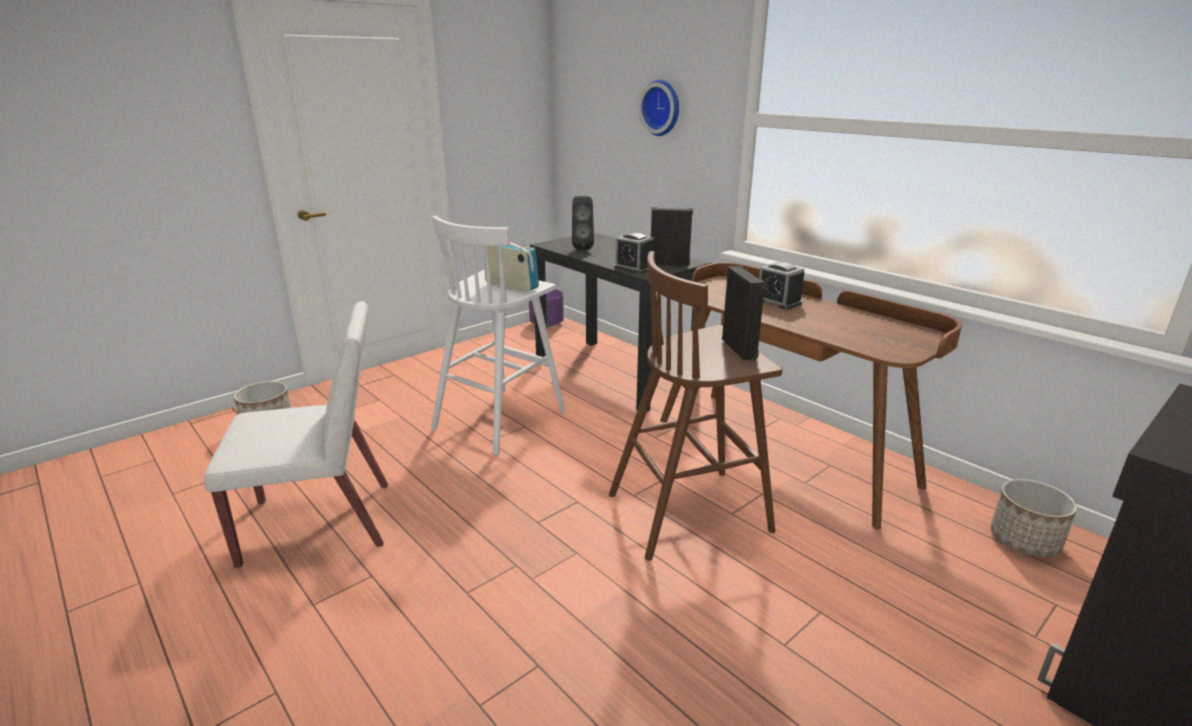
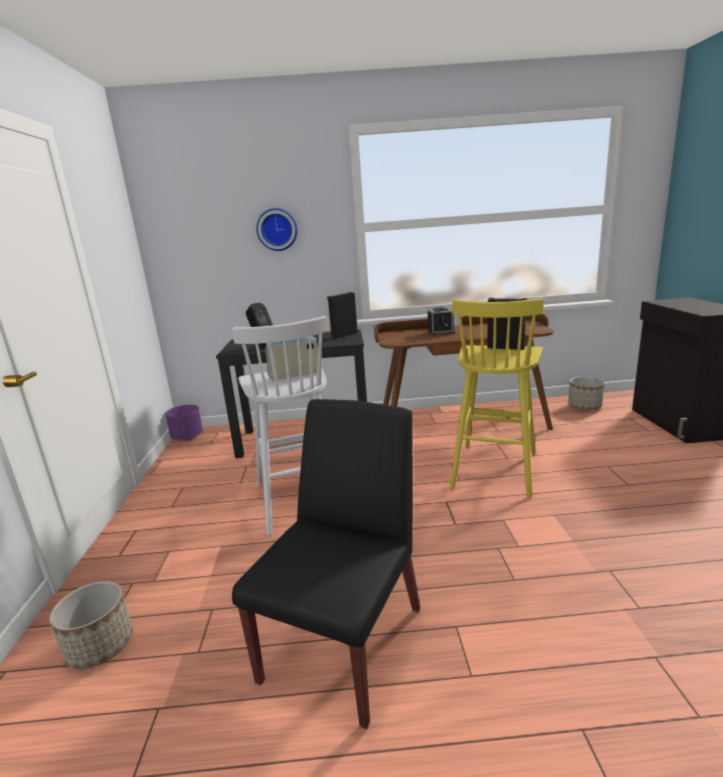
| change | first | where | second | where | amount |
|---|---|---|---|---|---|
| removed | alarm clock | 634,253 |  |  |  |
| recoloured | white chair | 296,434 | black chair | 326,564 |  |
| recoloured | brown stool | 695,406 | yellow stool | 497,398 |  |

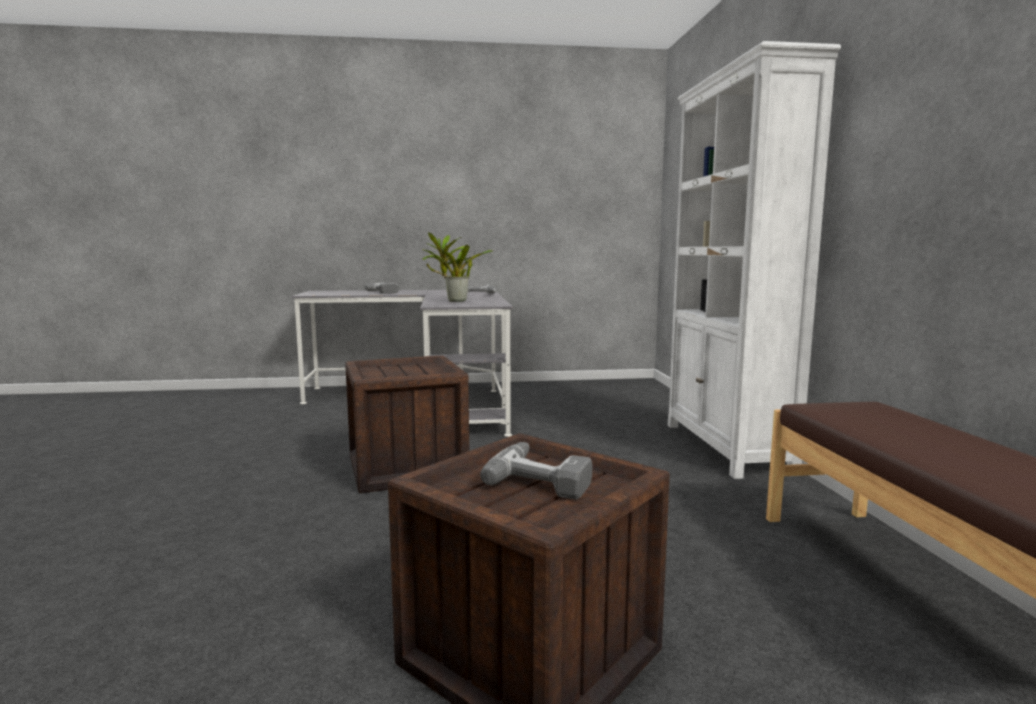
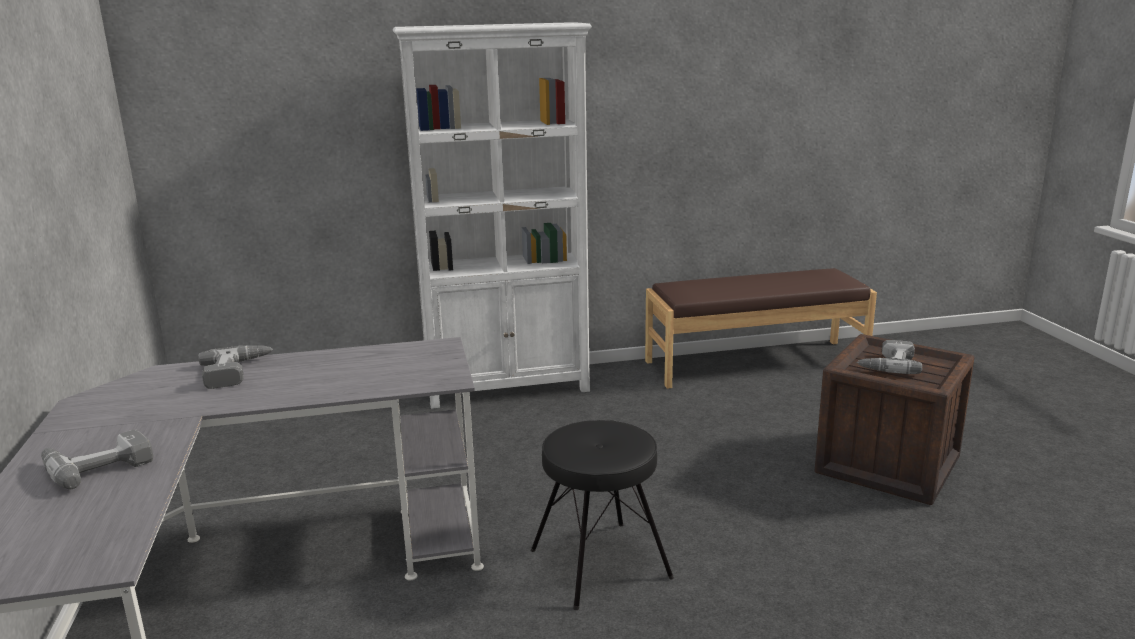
| change | first | where | second | where | amount |
|---|---|---|---|---|---|
| removed | potted plant | 457,267 |  |  |  |
| replaced | crate | 407,424 | black stool | 602,515 |  |

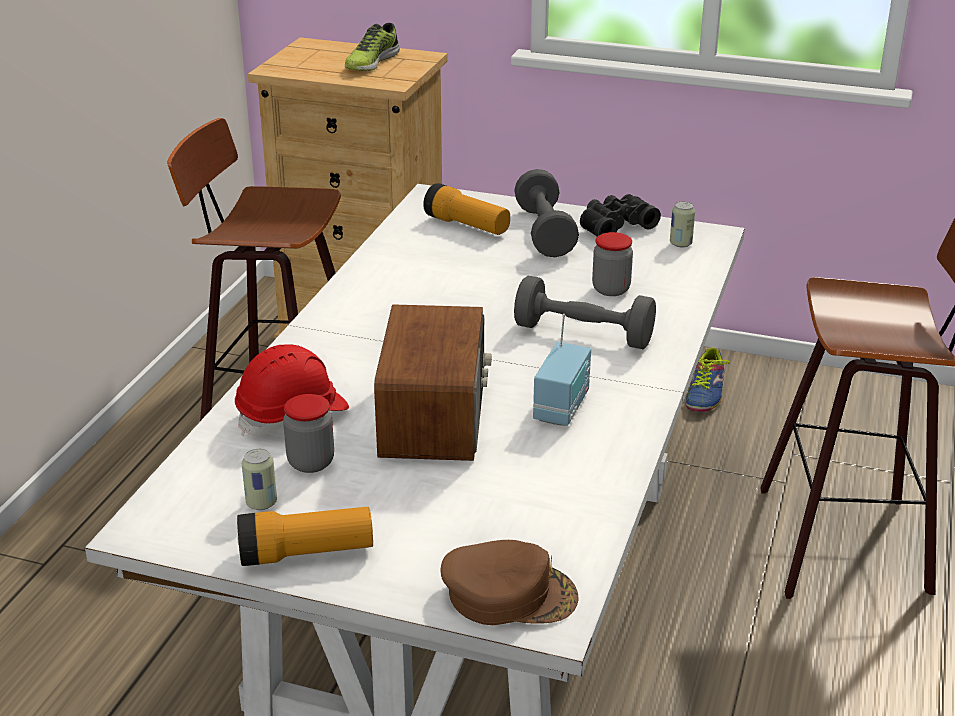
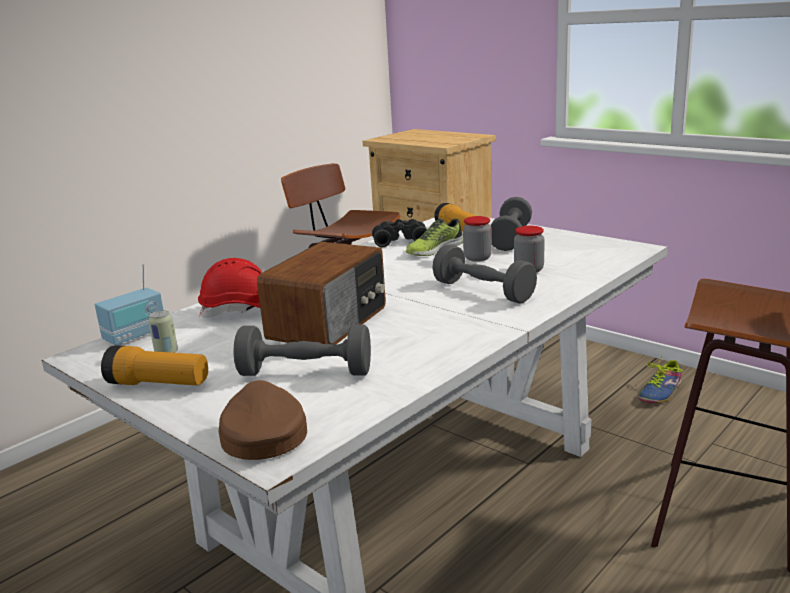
| change | first | where | second | where | amount |
|---|---|---|---|---|---|
| removed | can | 682,224 |  |  |  |
| added |  |  | grey dumbbell | 302,350 |  |
| moved | jar | 308,433 |  | 477,239 |  |
| moved | shoe | 372,47 |  | 434,237 |  |
| moved | radio | 562,370 |  | 129,304 |  |
| moved | black binoculars | 620,215 |  | 399,233 |  |
| turned | brown cap | 509,582 |  | 263,420 | 135 degrees counterclockwise |

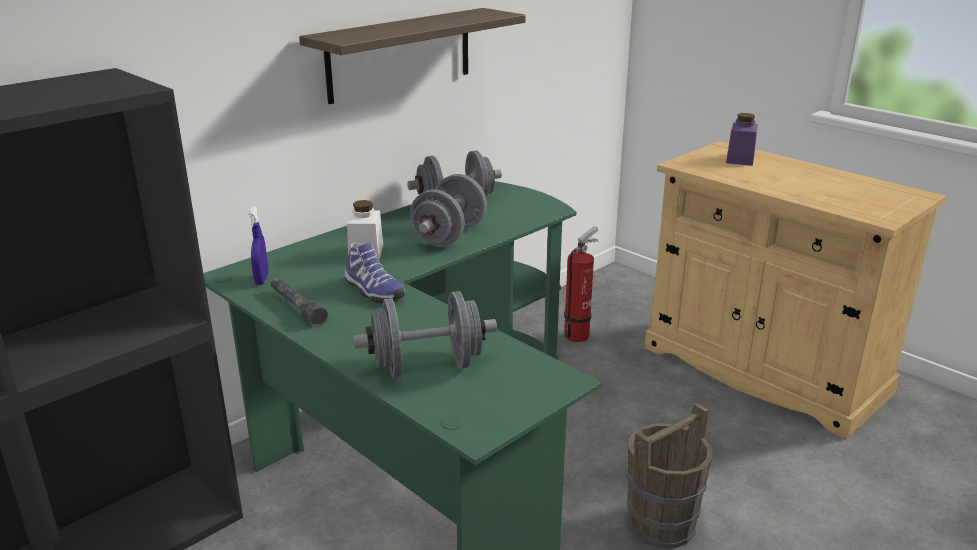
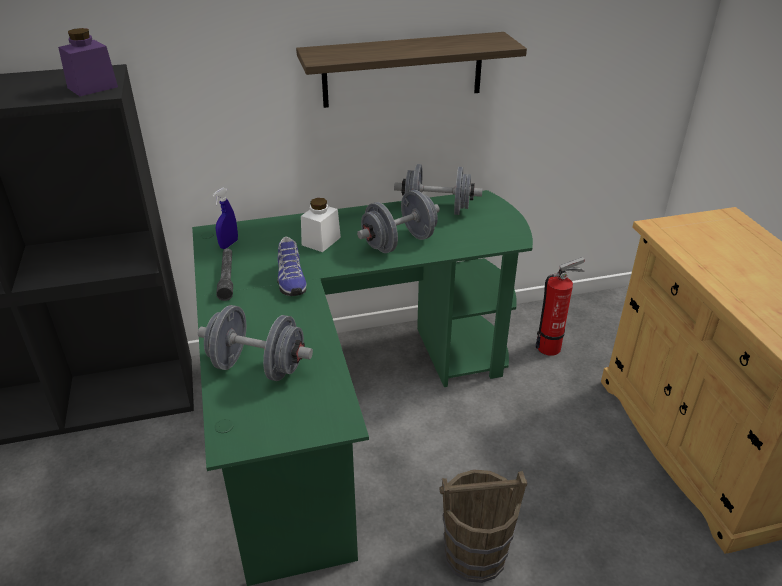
| change | first | where | second | where | amount |
|---|---|---|---|---|---|
| moved | purple jar | 742,139 |  | 88,62 |  |

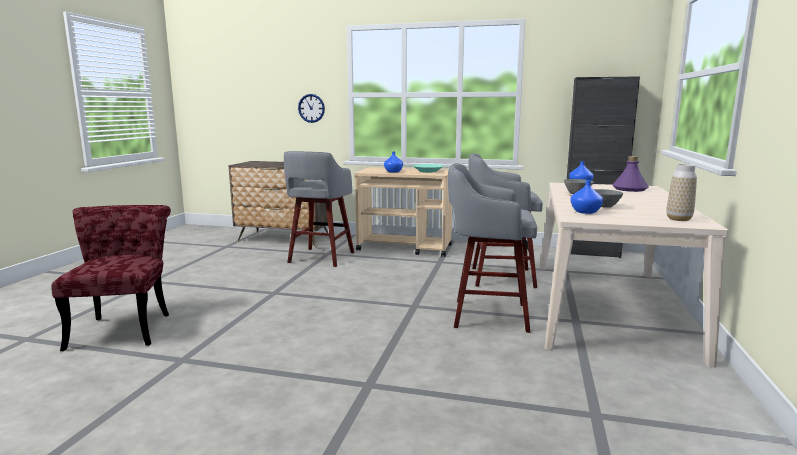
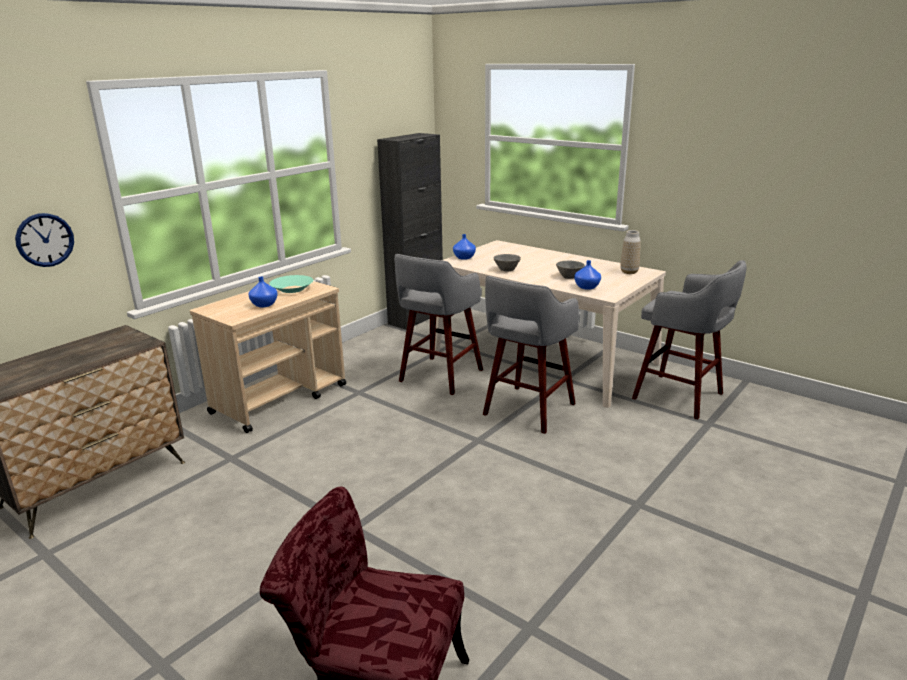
| change | first | where | second | where | amount |
|---|---|---|---|---|---|
| removed | purple bottle | 630,174 |  |  |  |
| moved | grey stool | 319,209 |  | 689,339 |  |

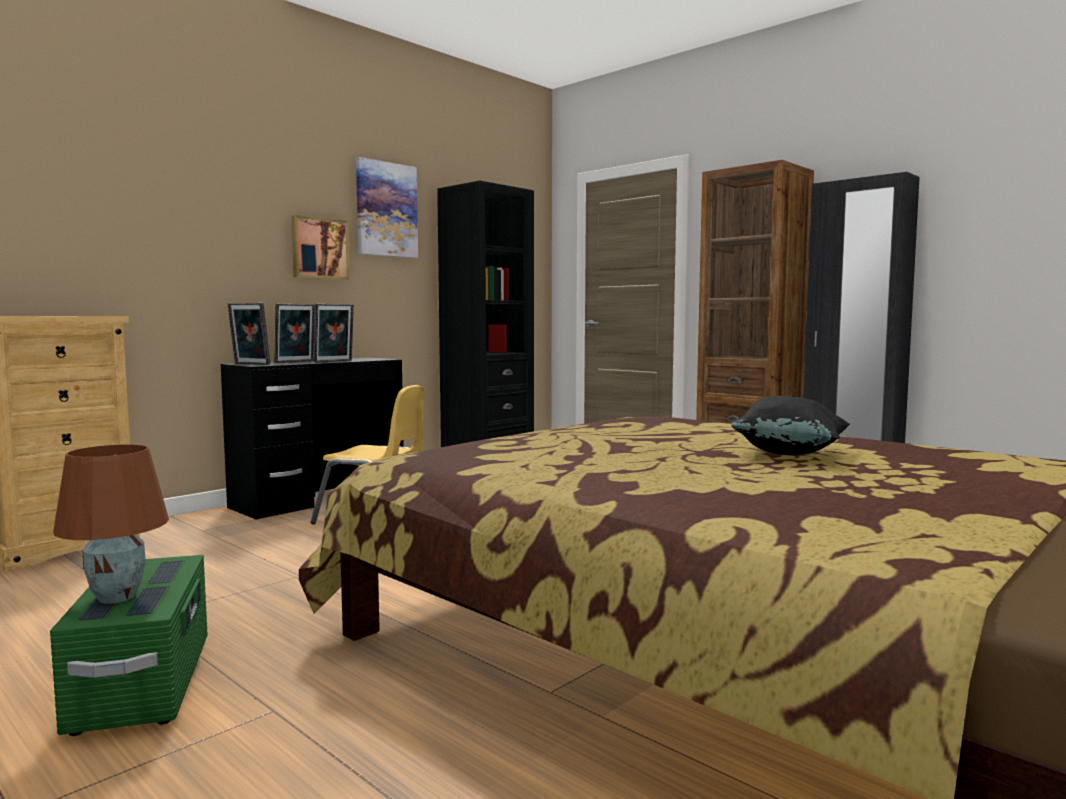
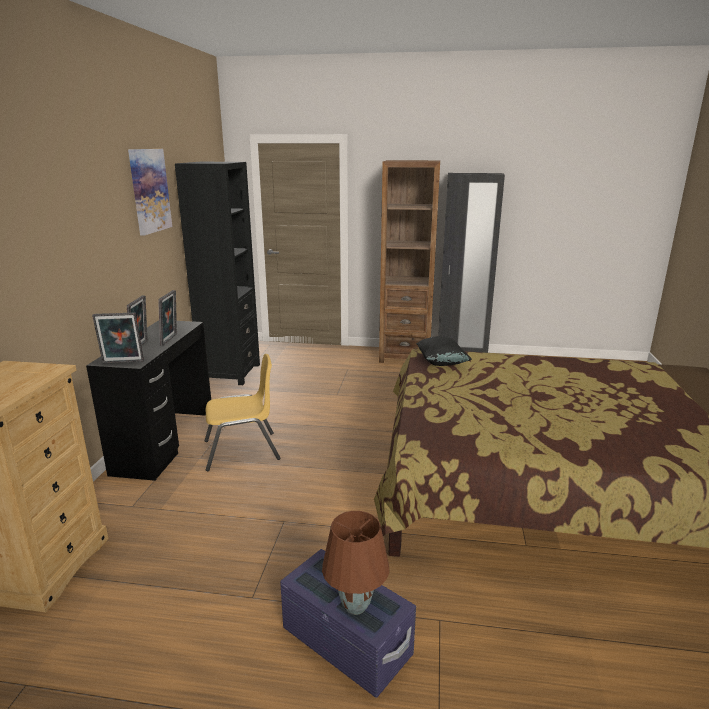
| change | first | where | second | where | amount |
|---|---|---|---|---|---|
| removed | picture | 320,247 |  |  |  |
| moved | black pillow | 790,425 |  | 444,351 |  |
| recoloured | green storage box | 129,645 | purple storage box | 348,623 |  |

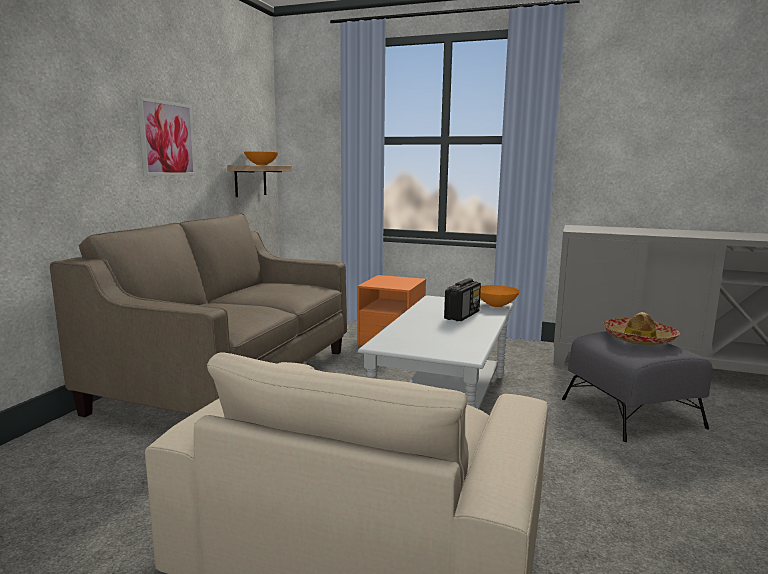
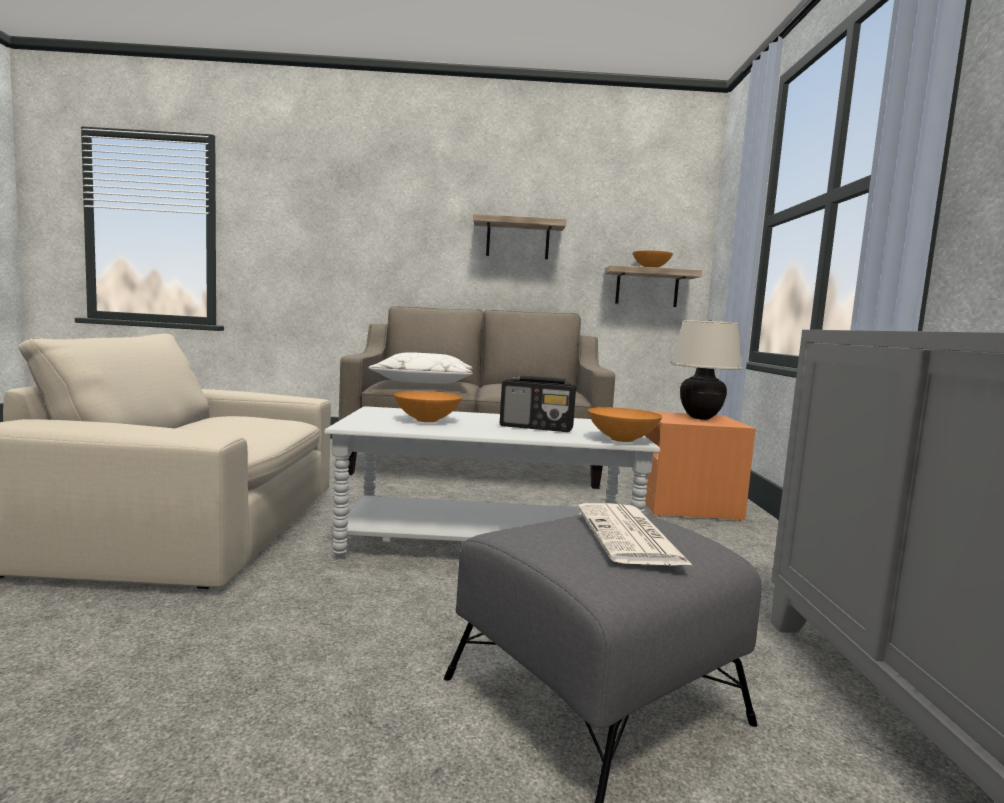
| change | first | where | second | where | amount |
|---|---|---|---|---|---|
| added |  |  | white pillow | 420,368 |  |
| added |  |  | orange bowl | 428,406 |  |
| added |  |  | beige table lamp | 706,370 |  |
| replaced | picture | 166,136 | shelf | 519,236 |  |
| replaced | hat | 641,328 | newspaper | 635,534 |  |

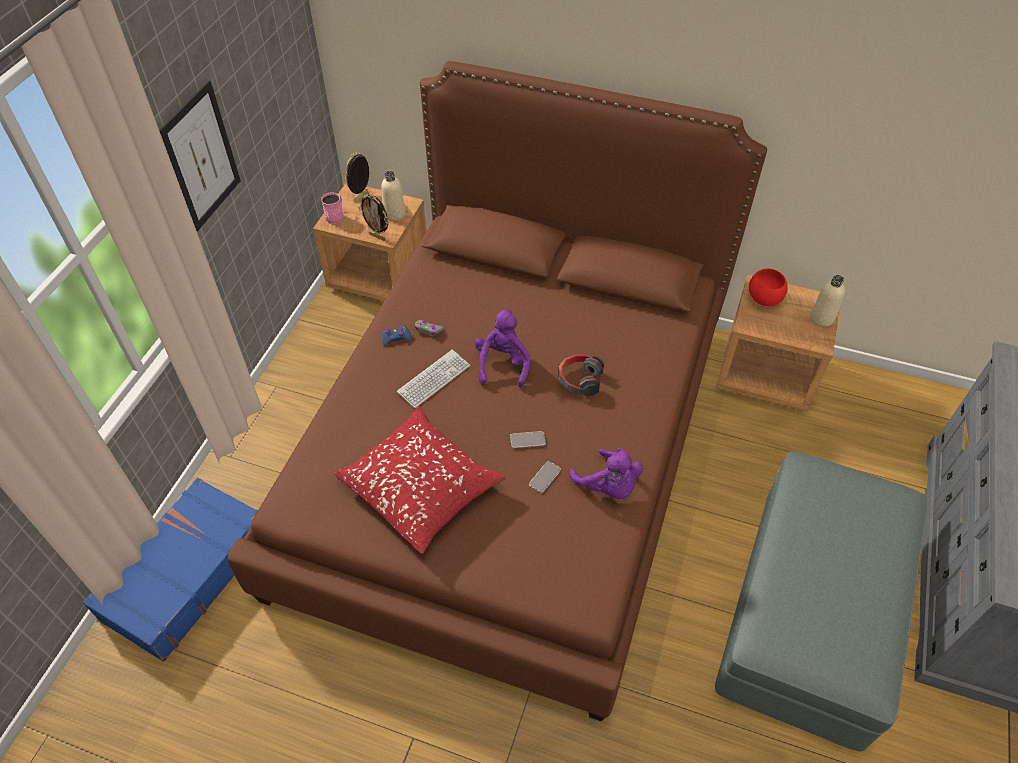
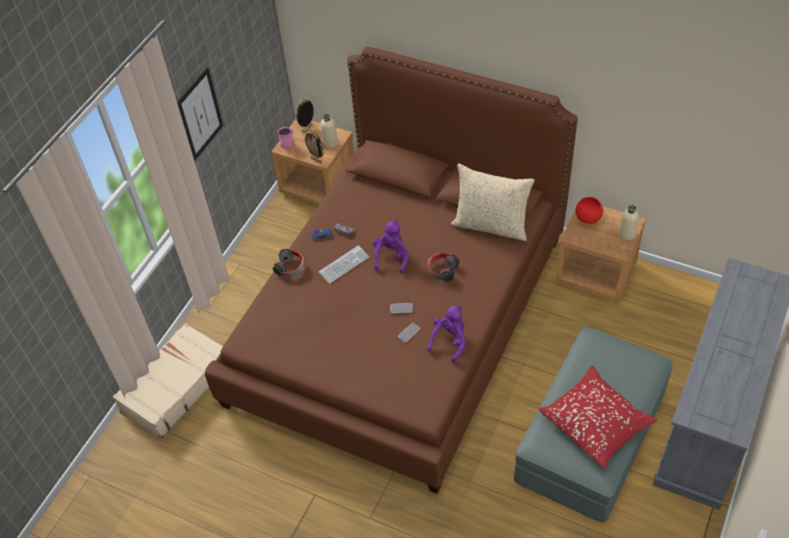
| change | first | where | second | where | amount |
|---|---|---|---|---|---|
| added |  |  | headphones | 289,263 |  |
| added |  |  | beige pillow | 493,202 |  |
| moved | red pillow | 419,480 |  | 598,417 |  |
| recoloured | blue suitcase | 170,570 | beige suitcase | 168,381 |  |
| turned | purple plush toy | 606,473 |  | 446,334 | 120 degrees counterclockwise |

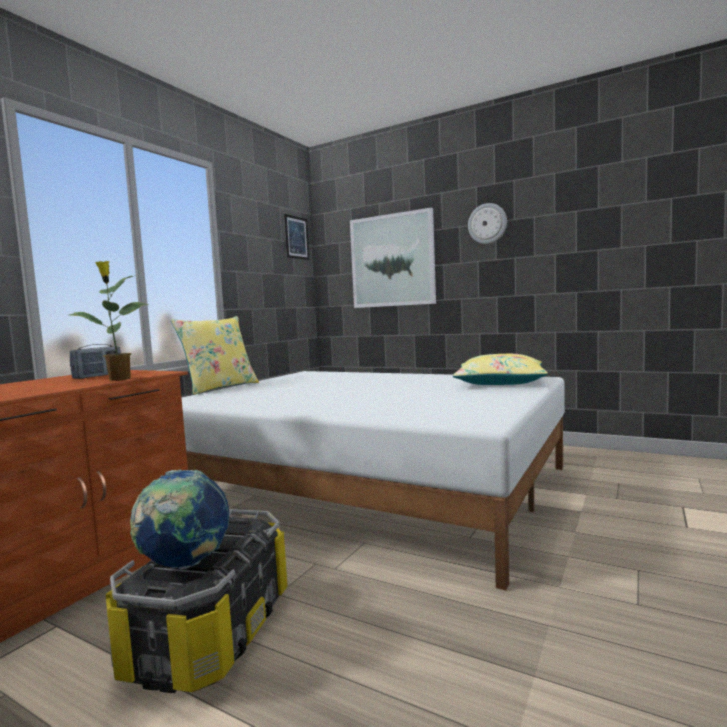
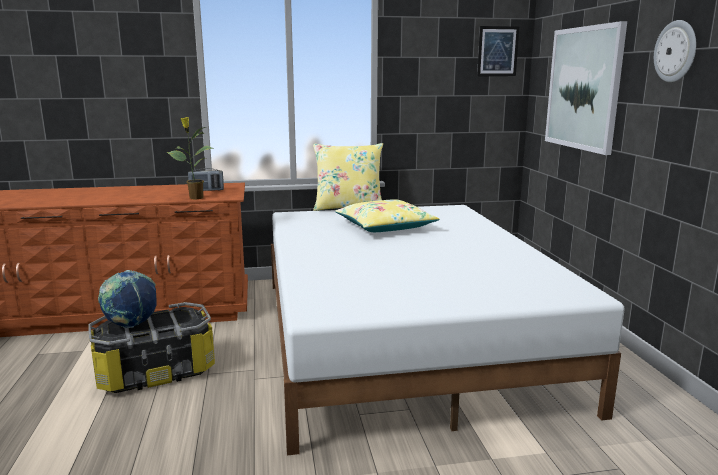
| change | first | where | second | where | amount |
|---|---|---|---|---|---|
| moved | yellow pillow | 500,369 |  | 387,215 |  |

